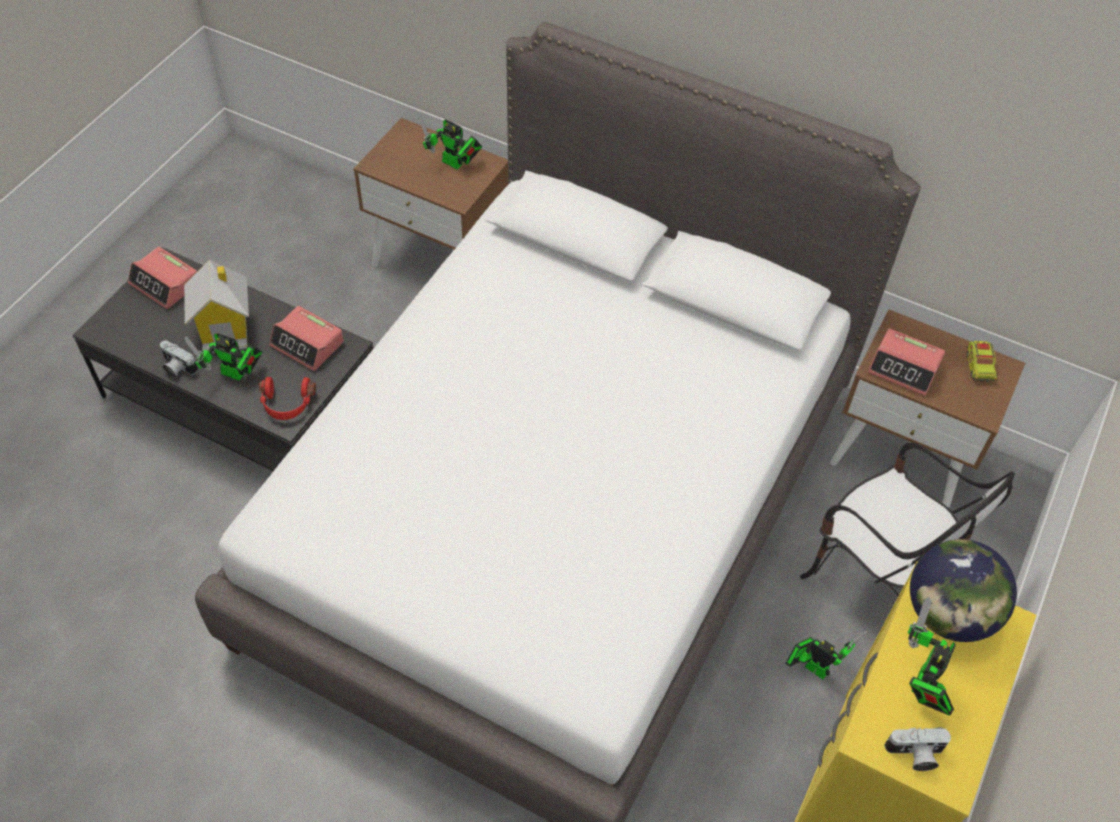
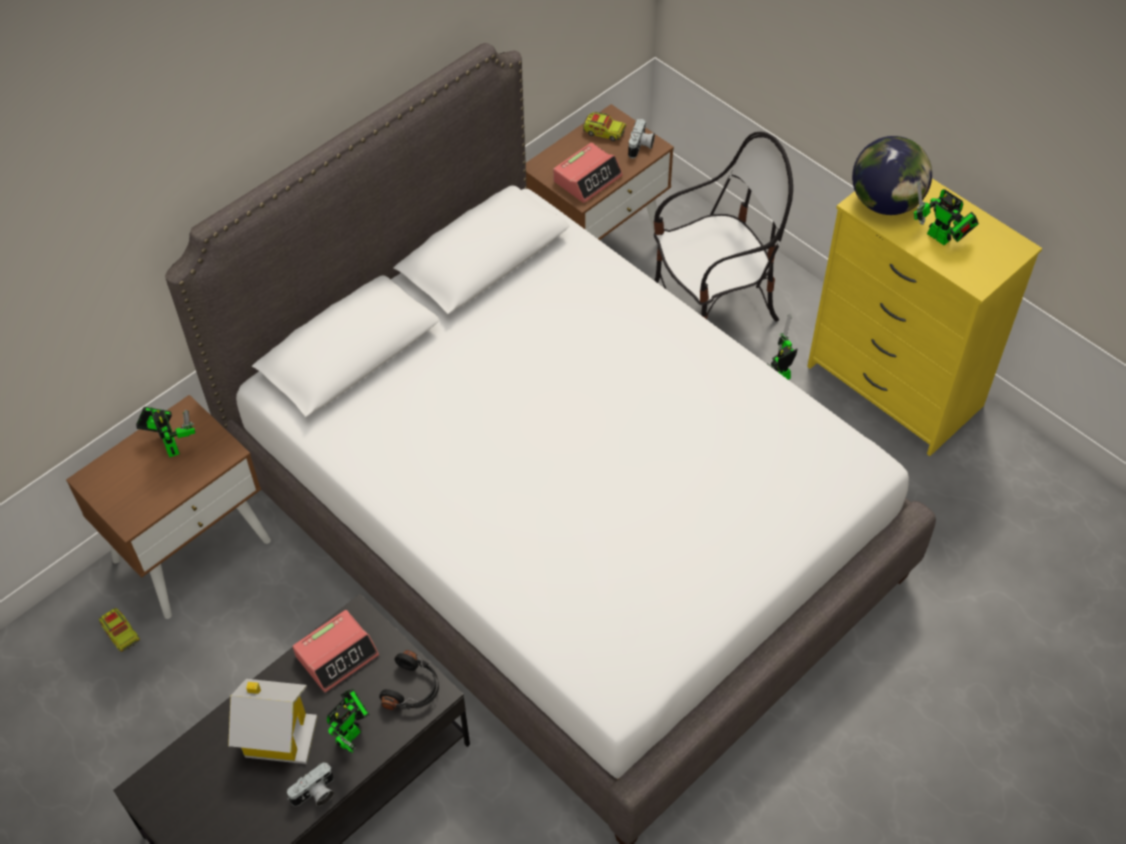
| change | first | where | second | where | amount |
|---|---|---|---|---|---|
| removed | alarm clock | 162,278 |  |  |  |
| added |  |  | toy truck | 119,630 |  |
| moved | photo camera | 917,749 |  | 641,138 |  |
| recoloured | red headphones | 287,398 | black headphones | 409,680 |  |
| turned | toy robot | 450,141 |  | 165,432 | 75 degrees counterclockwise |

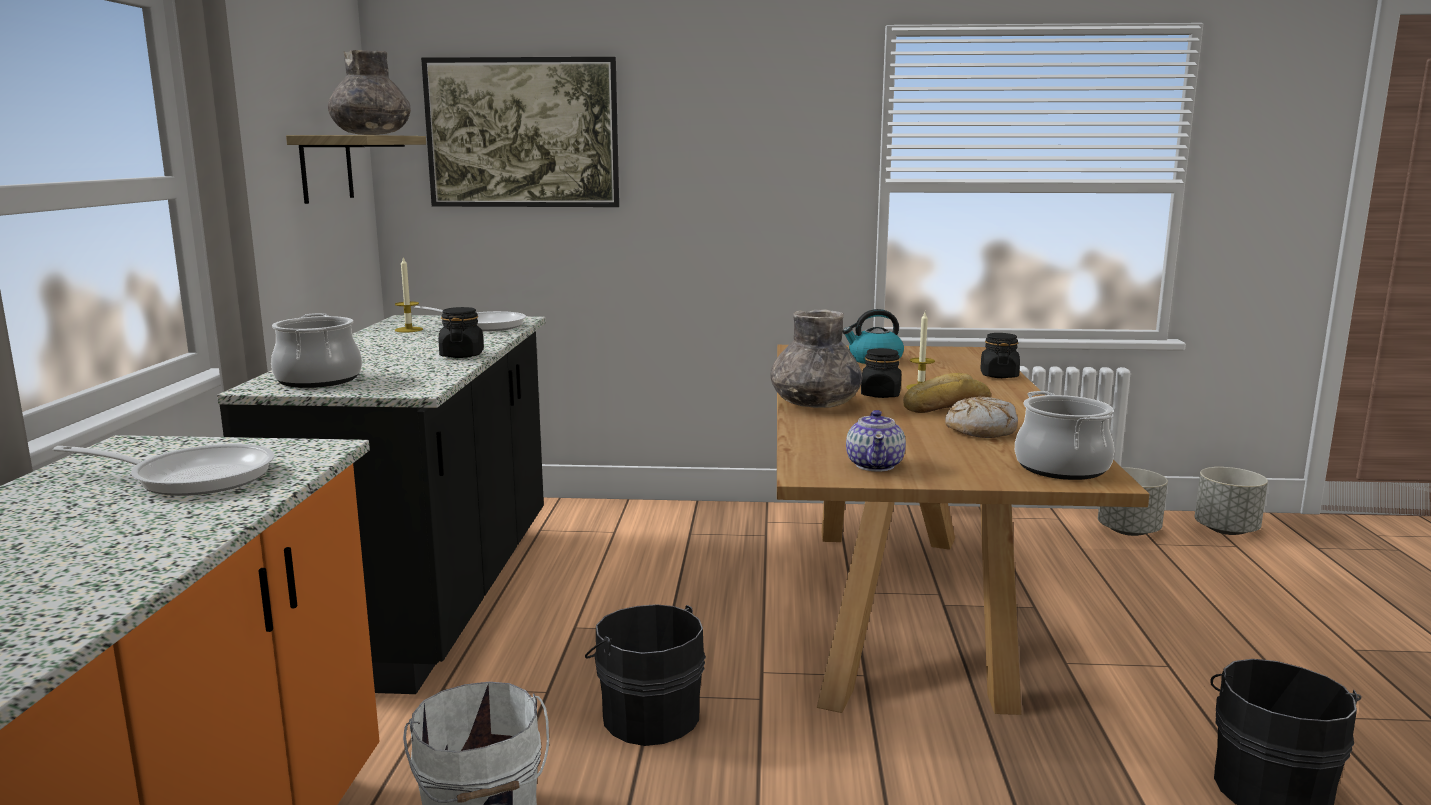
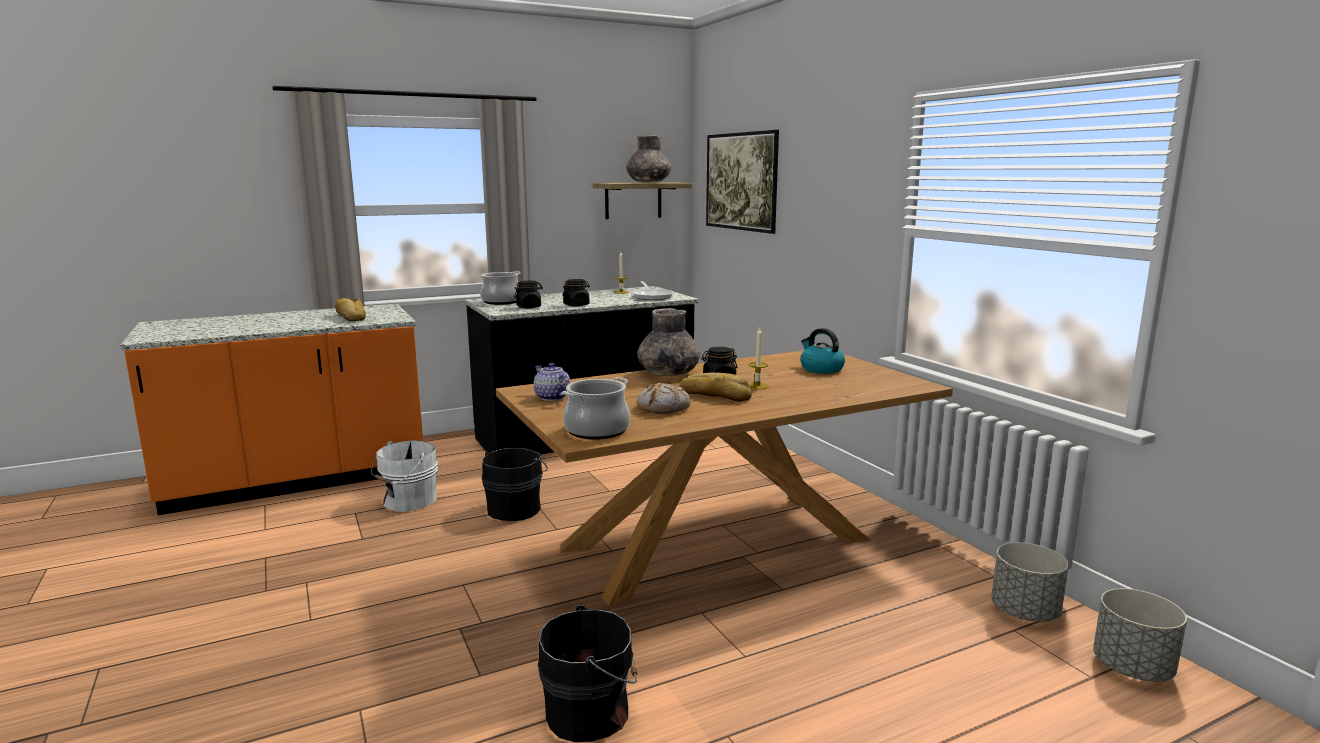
| change | first | where | second | where | amount |
|---|---|---|---|---|---|
| moved | black jar | 1000,355 |  | 528,295 |  |
| replaced | frying pan | 164,470 | bread | 350,309 |  |
| turned | teapot | 876,440 |  | 552,382 | 75 degrees clockwise |

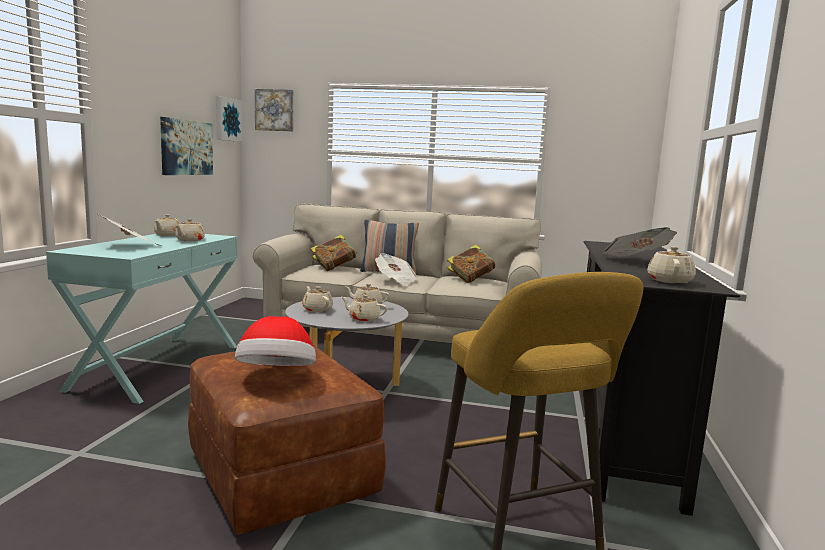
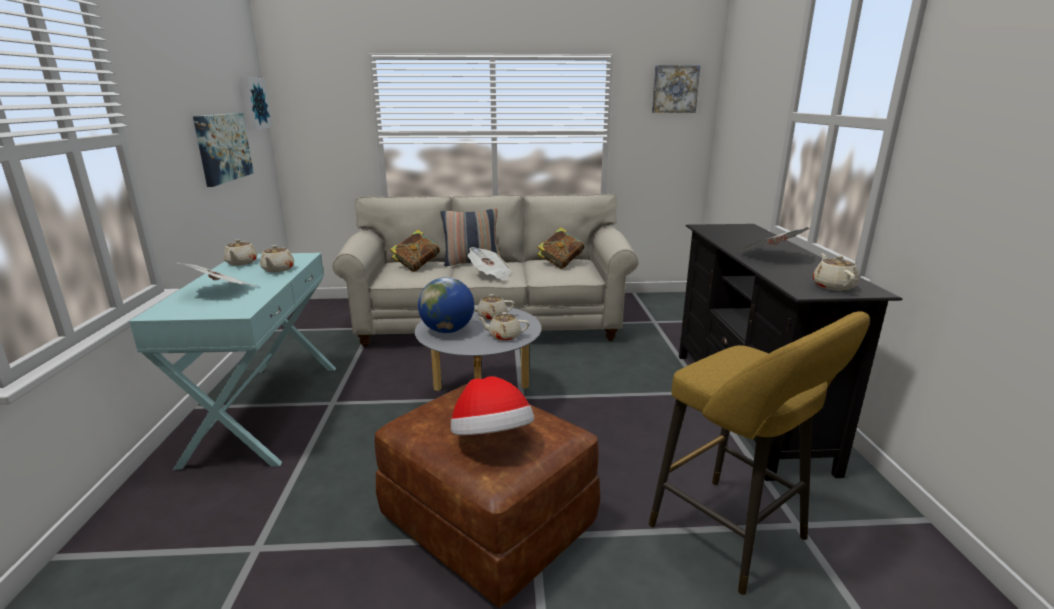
| change | first | where | second | where | amount |
|---|---|---|---|---|---|
| moved | picture | 274,110 |  | 676,89 |  |
| replaced | beige teapot | 317,299 | globe | 446,305 |  |

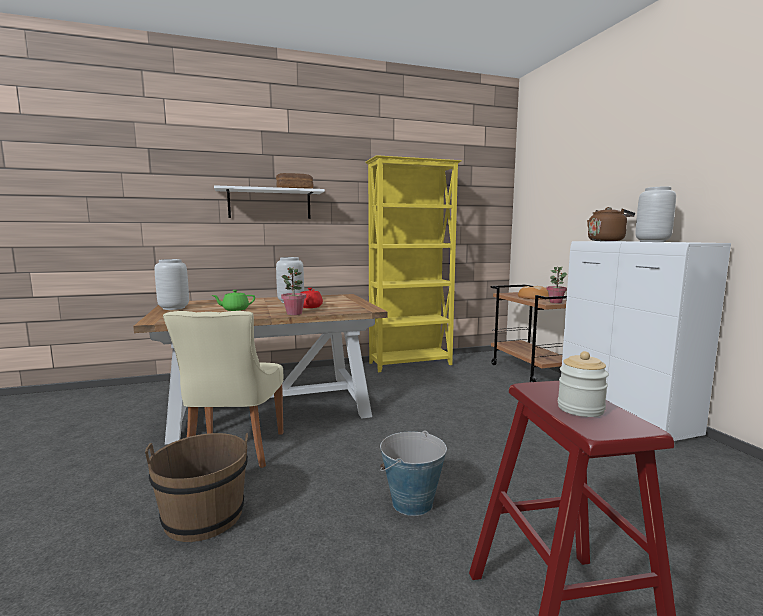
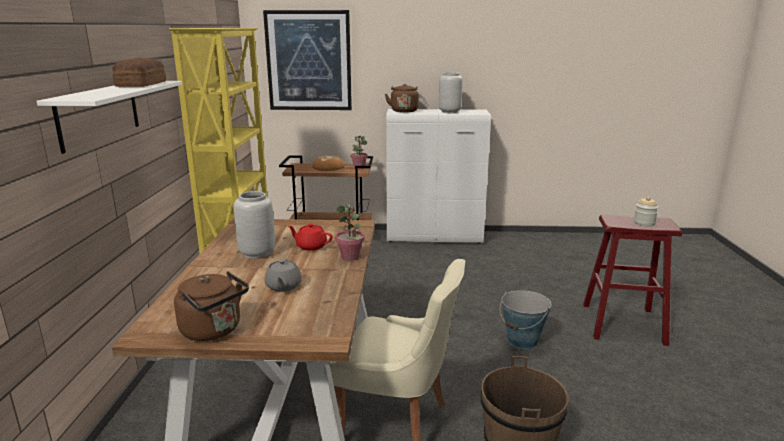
| change | first | where | second | where | amount |
|---|---|---|---|---|---|
| added |  |  | picture | 307,60 |  |
| replaced | grey vase | 172,284 | brown kettle | 211,306 |  |
| recoloured | green teapot | 233,300 | grey teapot | 283,275 |  |

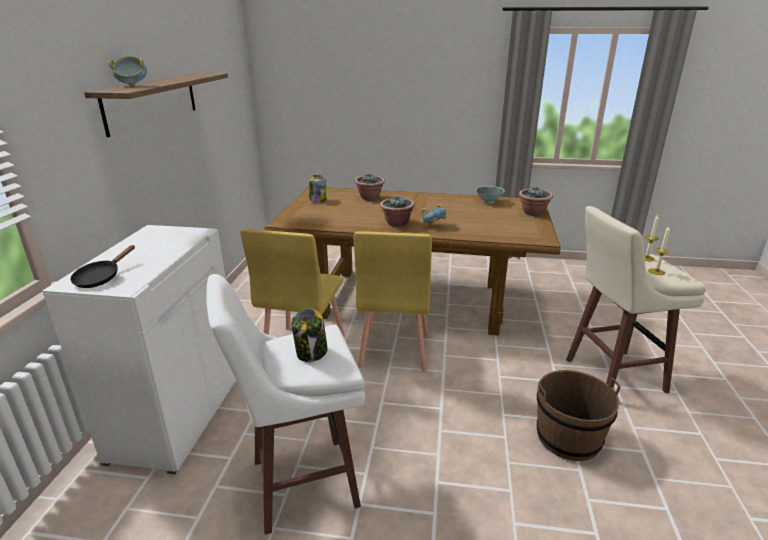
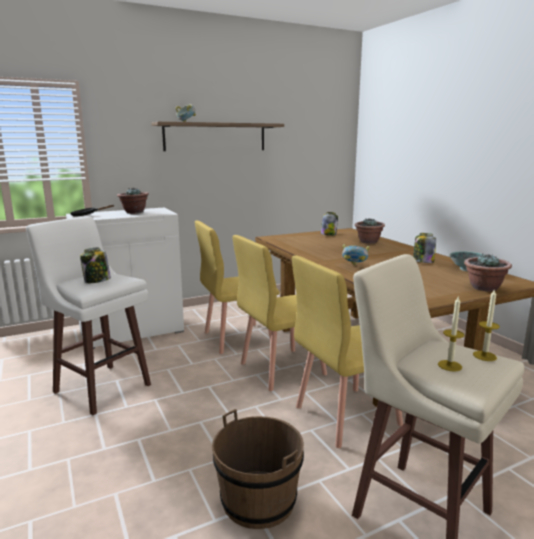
| change | first | where | second | where | amount |
|---|---|---|---|---|---|
| added |  |  | yellow chair | 347,351 |  |
| added |  |  | jar | 424,248 |  |
| moved | potted plant | 397,211 |  | 133,201 |  |

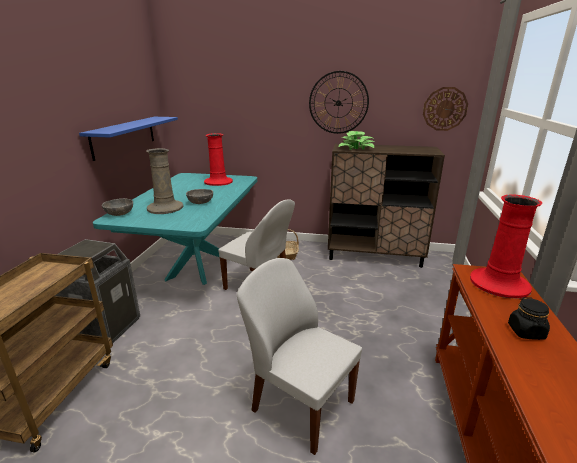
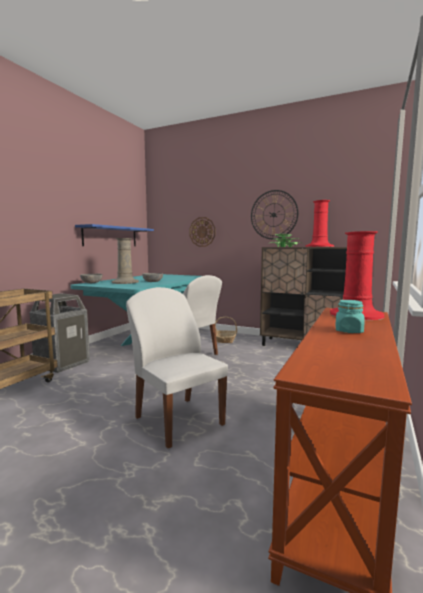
| change | first | where | second | where | amount |
|---|---|---|---|---|---|
| moved | red vase | 218,159 |  | 320,223 |  |
| moved | wall clock | 445,109 |  | 202,232 |  |
| recoloured | black jar | 529,318 | turquoise jar | 350,316 |  |

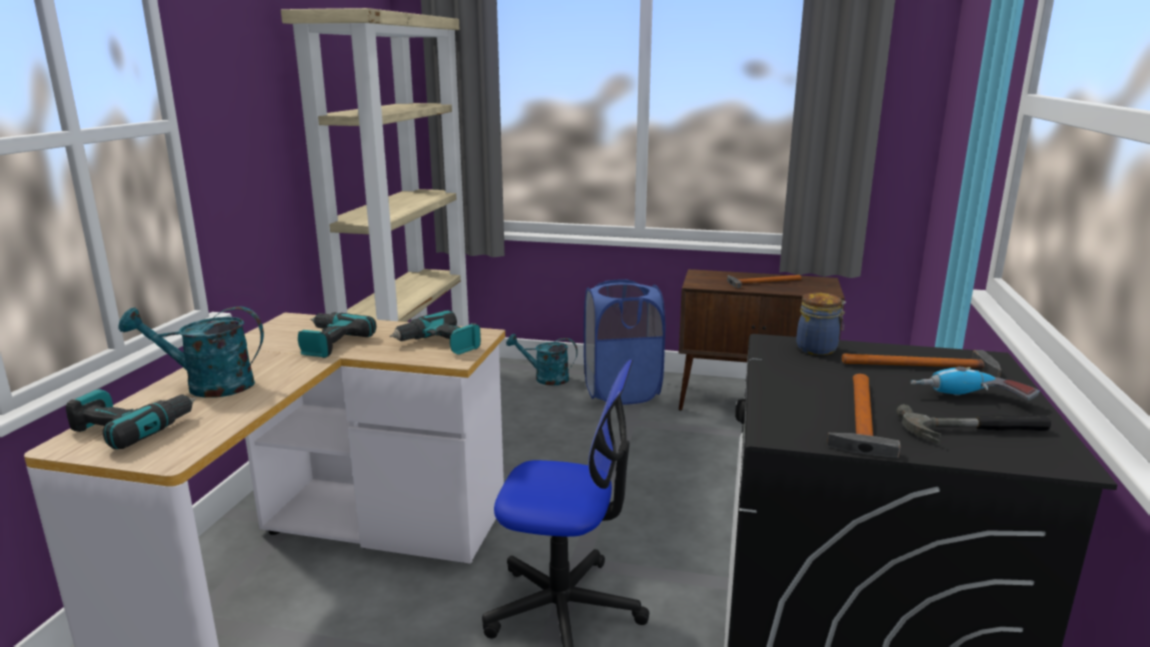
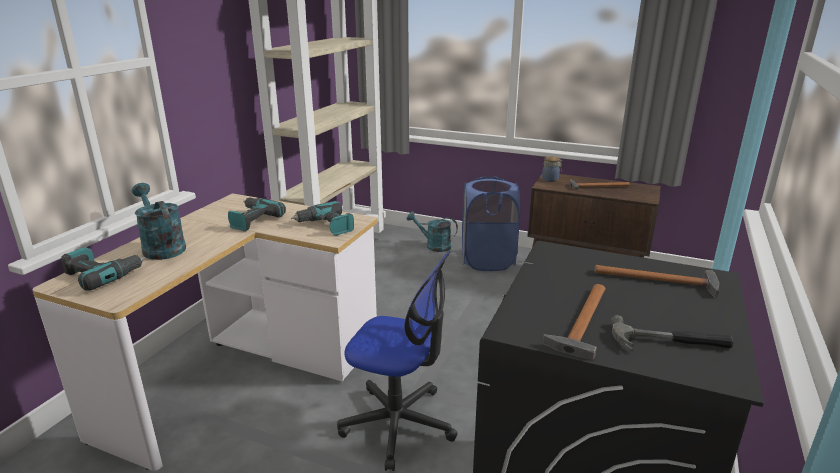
| change | first | where | second | where | amount |
|---|---|---|---|---|---|
| removed | power drill | 975,383 |  |  |  |
| moved | jar | 821,324 |  | 552,169 |  |
| turned | turquoise watering can | 191,352 |  | 159,221 | 45 degrees clockwise |

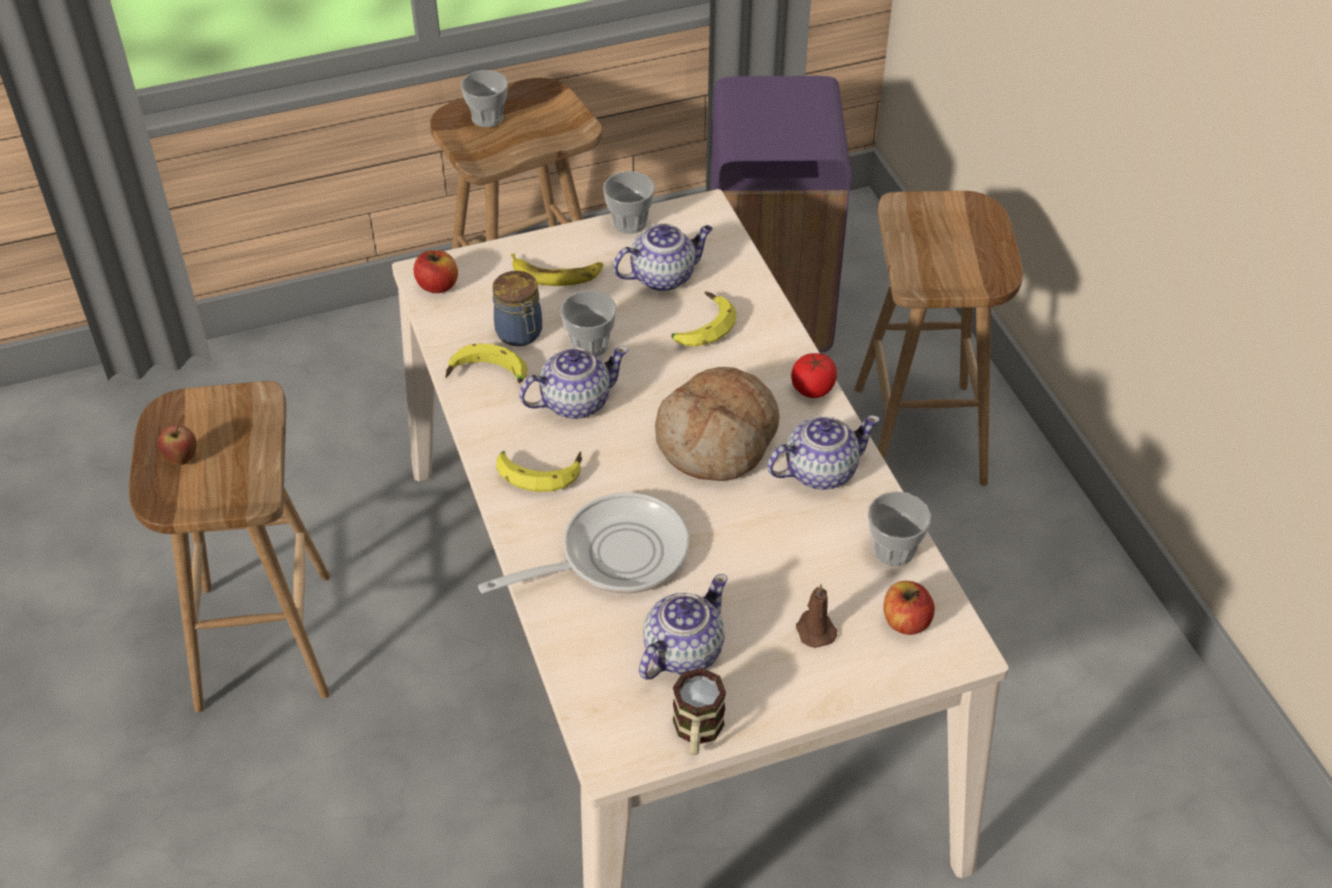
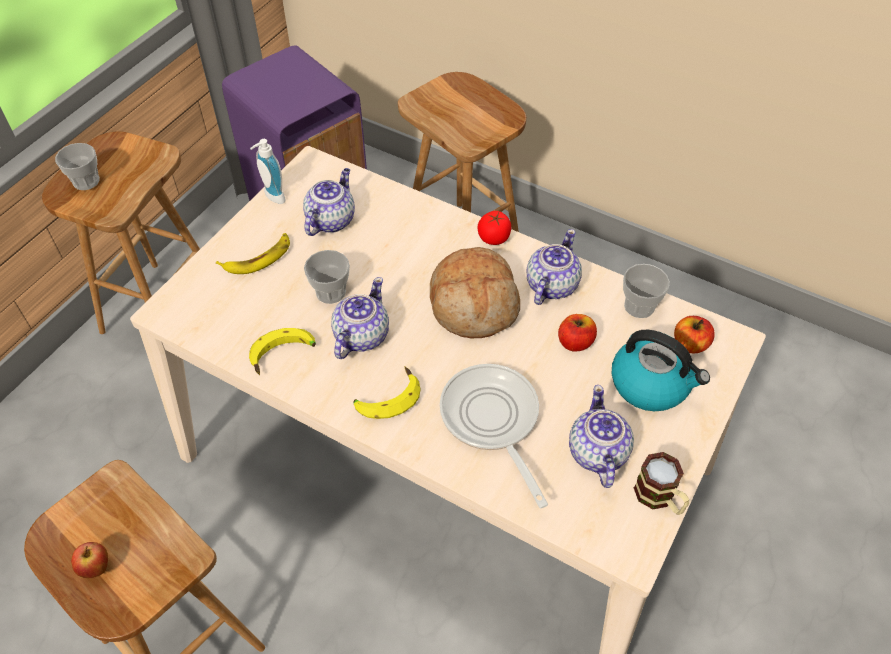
| change | first | where | second | where | amount |
|---|---|---|---|---|---|
| removed | jar | 517,308 |  |  |  |
| removed | banana | 703,318 |  |  |  |
| moved | apple | 436,271 |  | 577,333 |  |
| replaced | cup | 629,202 | soap dispenser | 268,171 |  |
| replaced | brown candle | 817,616 | kettle | 661,370 |  |
| turned | frying pan | 583,543 |  | 494,436 | 45 degrees counterclockwise |

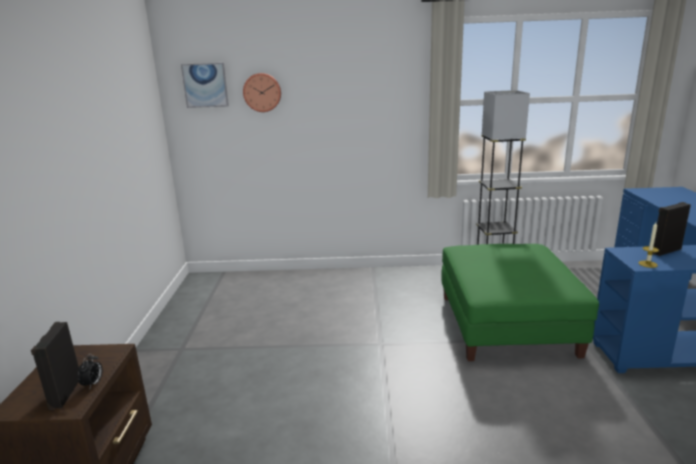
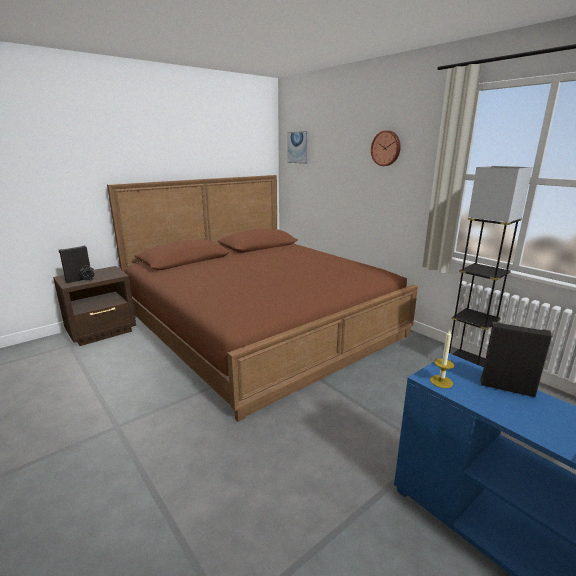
| change | first | where | second | where | amount |
|---|---|---|---|---|---|
| removed | green ottoman | 520,302 |  |  |  |
| added |  |  | brown bed | 262,298 |  |
| moved | wall clock | 262,92 |  | 386,148 |  |

